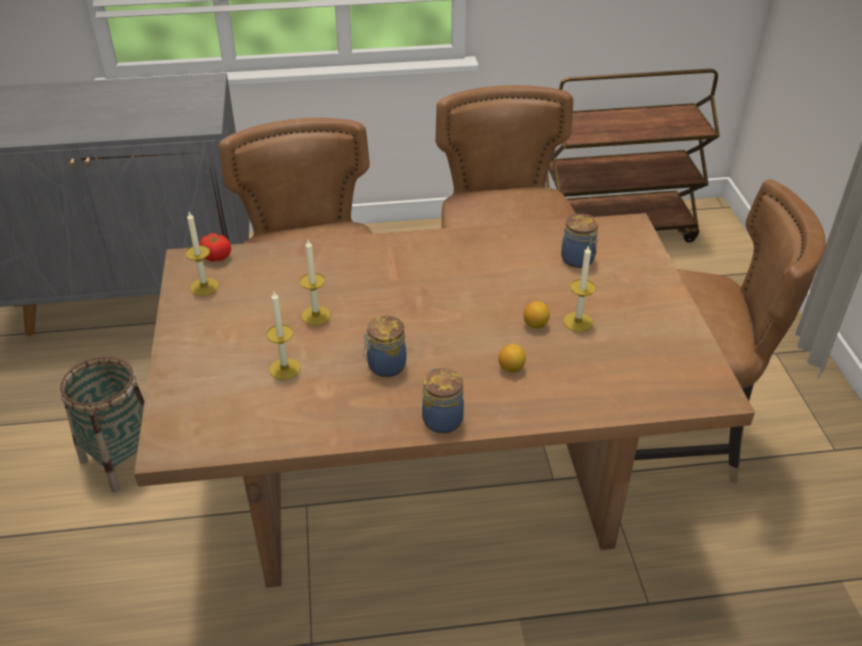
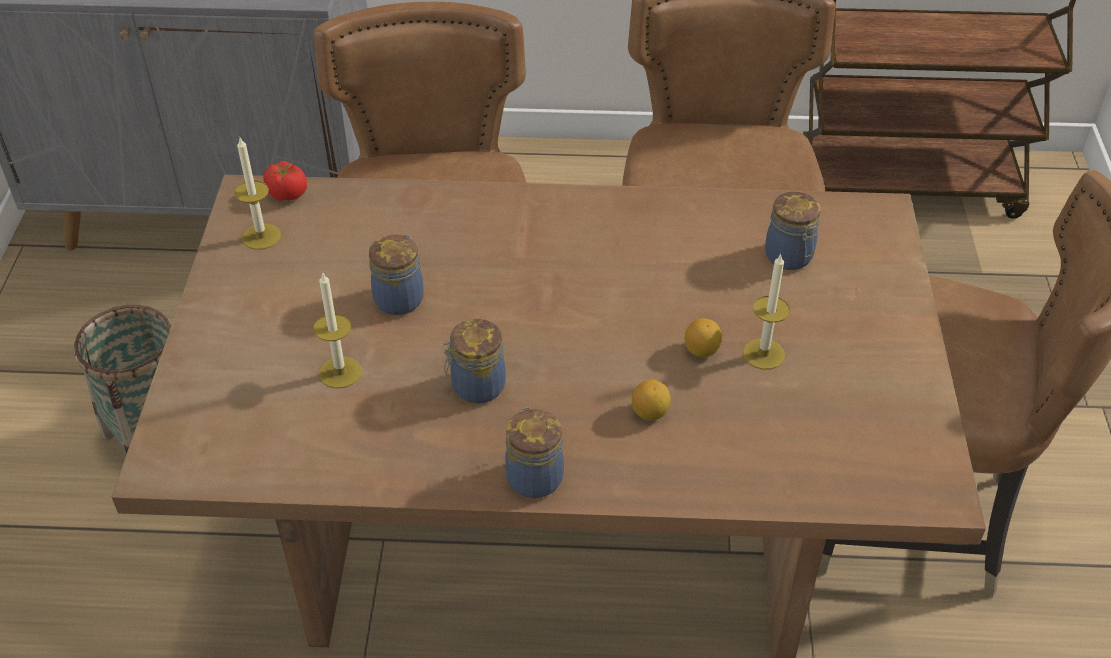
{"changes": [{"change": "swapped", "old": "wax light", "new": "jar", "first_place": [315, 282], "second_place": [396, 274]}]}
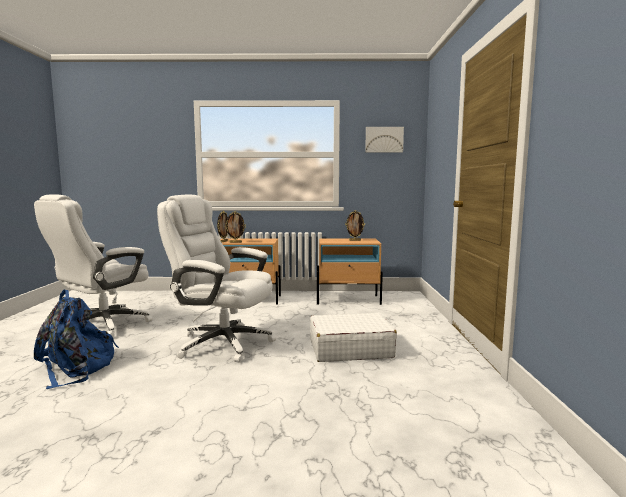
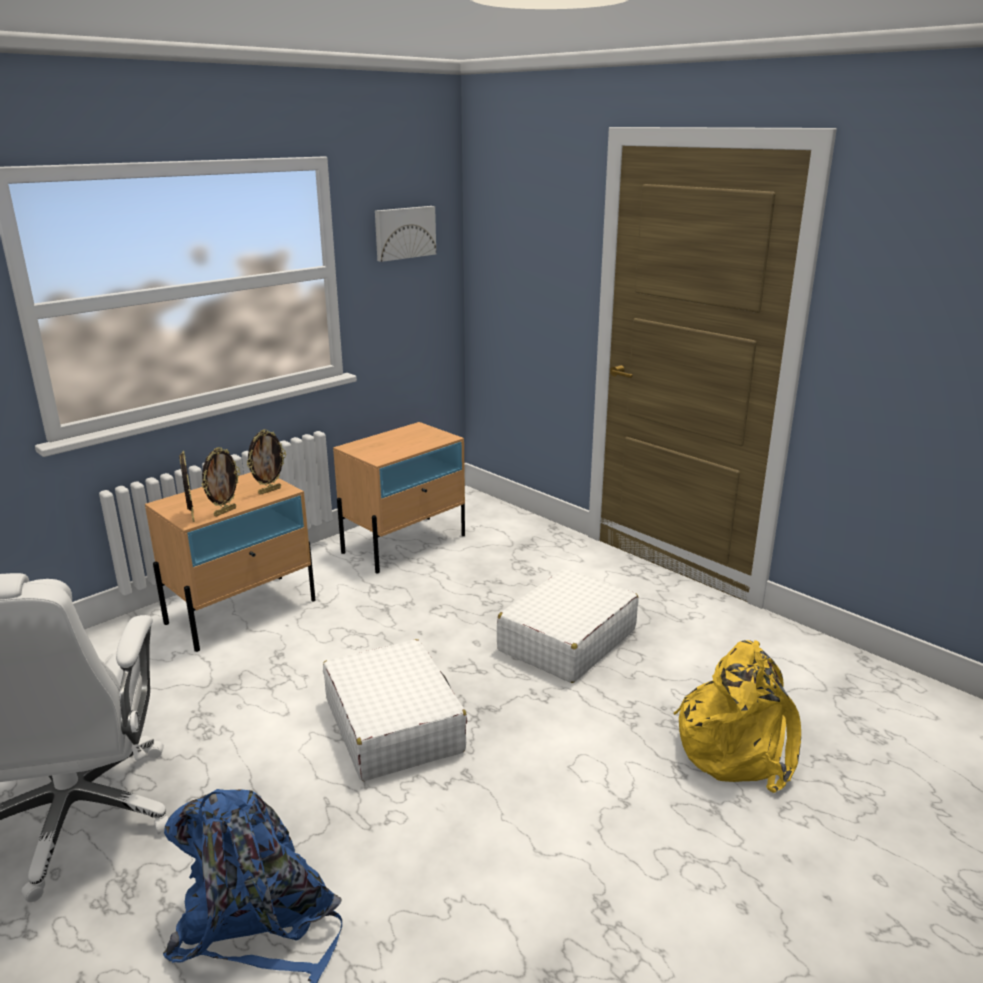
{"changes": [{"change": "swapped", "old": "office chair in whitish", "new": "suitcase in whitish", "first_place": [216, 279], "second_place": [395, 710]}, {"change": "shifted", "old": "picture frame", "first_place": [354, 225], "second_place": [266, 462]}, {"change": "new", "new": "knapsack in yellowish", "second_place": [737, 716]}]}
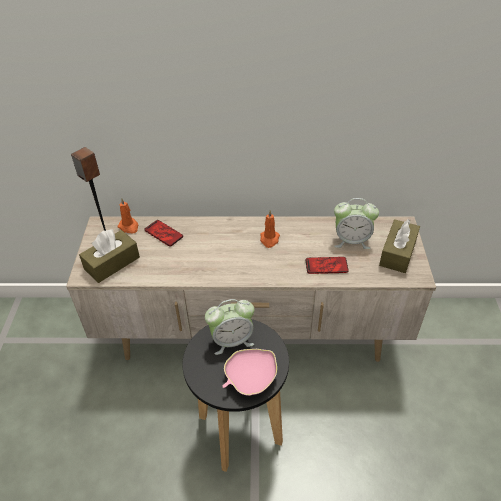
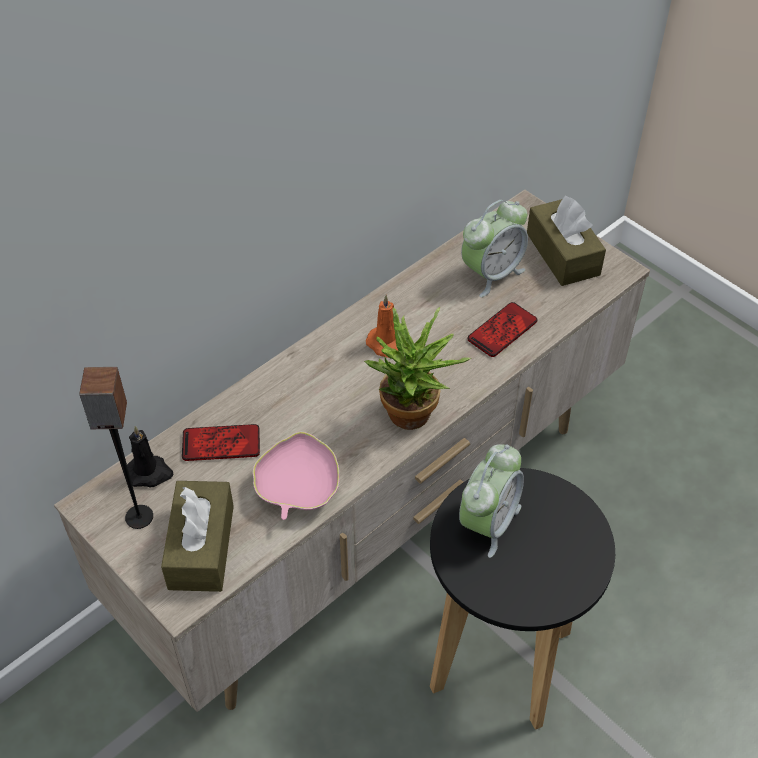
{"changes": [{"change": "repainted", "old": "wax light in orange-coloured", "new": "wax light in black-coloured", "first_place": [128, 216], "second_place": [150, 456]}, {"change": "shifted", "old": "bowl in pinkish", "first_place": [249, 372], "second_place": [296, 475]}, {"change": "new", "new": "potted plant", "second_place": [417, 368]}]}
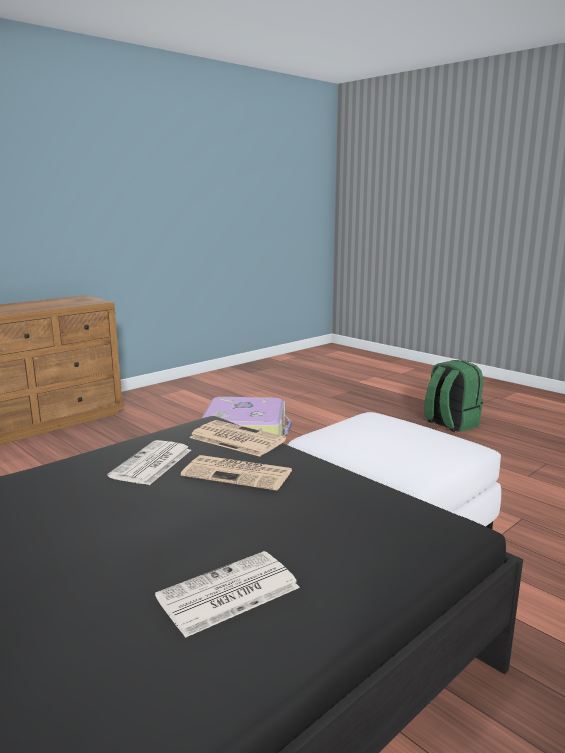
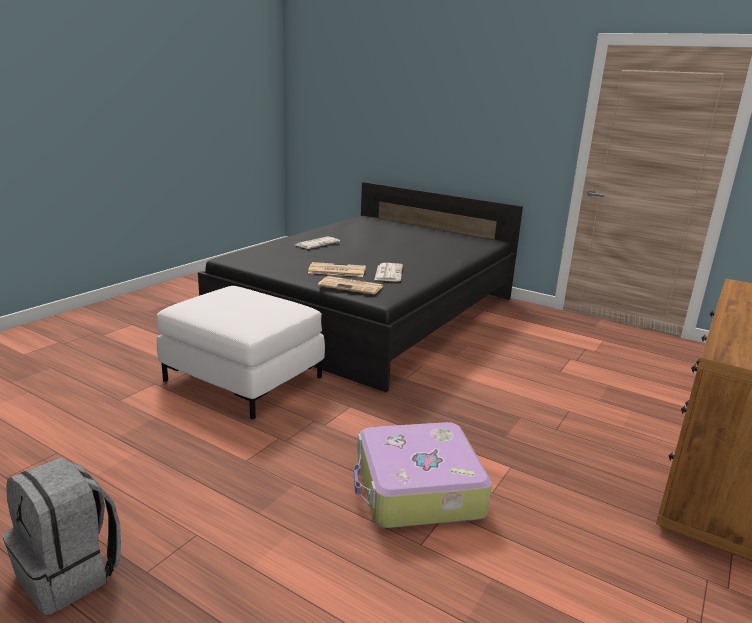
{"changes": [{"change": "repainted", "old": "knapsack in green-coloured", "new": "knapsack in greyish", "first_place": [453, 396], "second_place": [61, 536]}]}
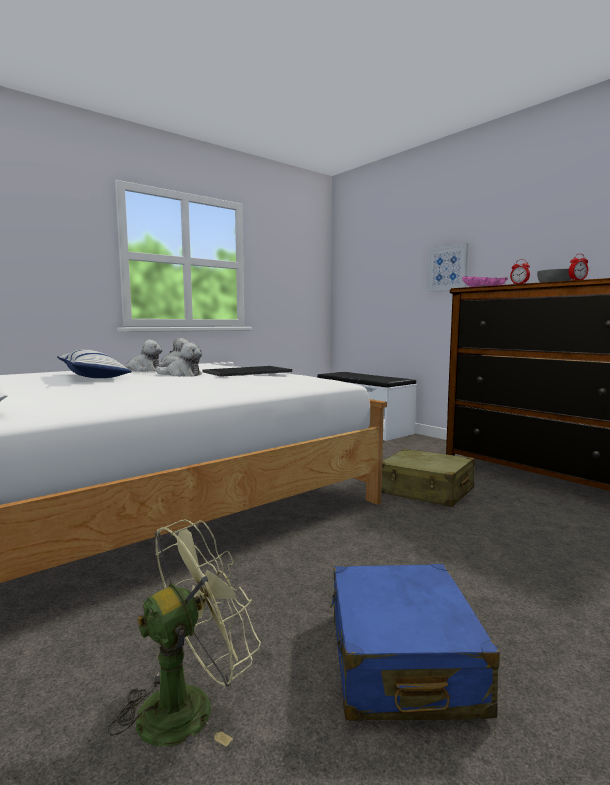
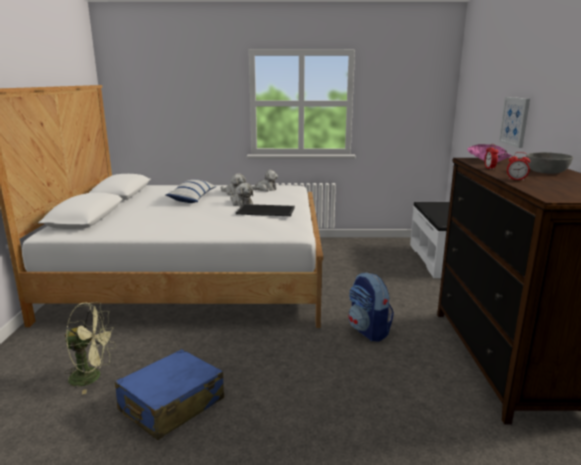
{"changes": [{"change": "swapped", "old": "suitcase in beige", "new": "knapsack", "first_place": [428, 478], "second_place": [371, 307]}]}
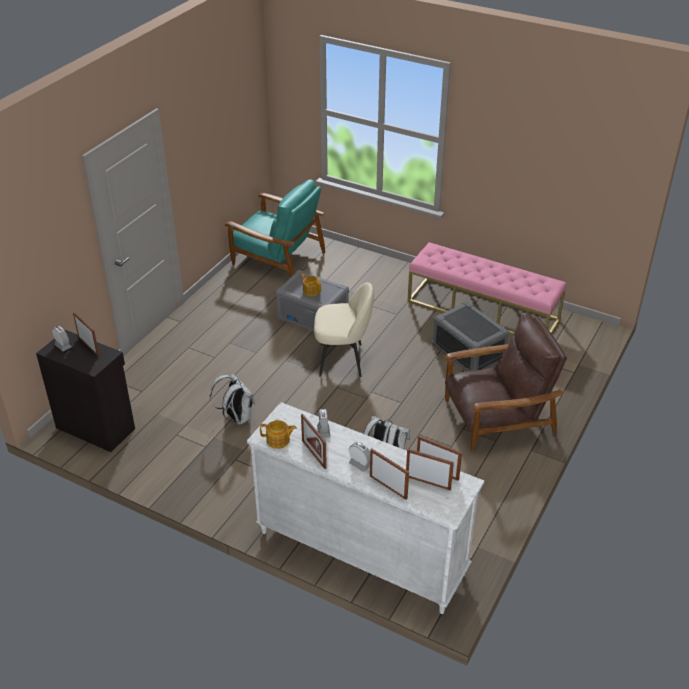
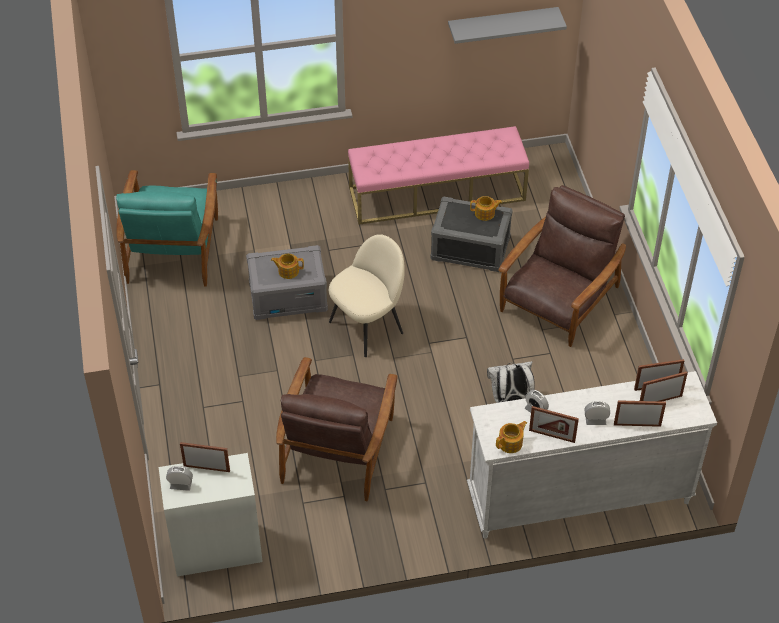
{"changes": [{"change": "repainted", "old": "storage cabinet in black-coloured", "new": "storage cabinet in whitish", "first_place": [85, 391], "second_place": [211, 514]}, {"change": "swapped", "old": "knapsack in whitish", "new": "easy chair in brown-coloured", "first_place": [232, 399], "second_place": [337, 429]}, {"change": "rotated", "old": "easy chair in turquoise", "first_place": [275, 228], "second_place": [167, 228], "degrees": 105}, {"change": "new", "new": "shelf in greyish", "second_place": [507, 25]}, {"change": "new", "new": "tea pot", "second_place": [486, 208]}]}
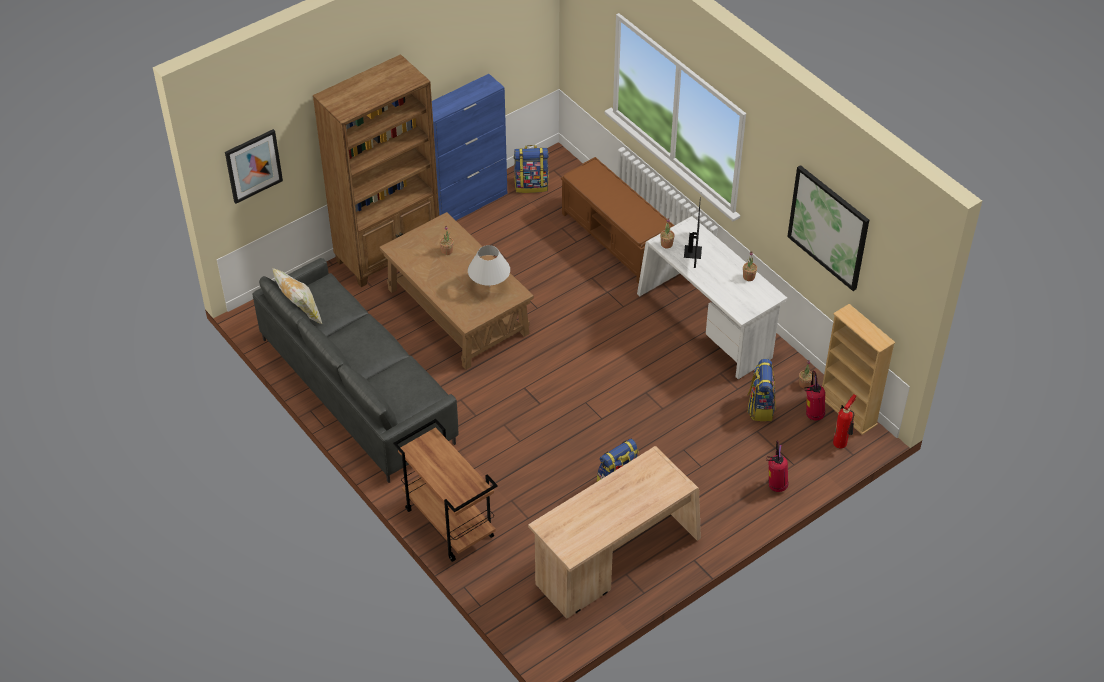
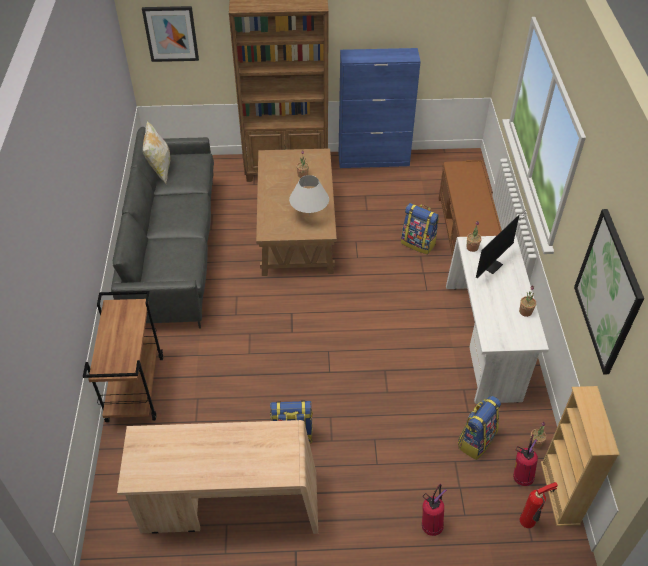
{"changes": [{"change": "shifted", "old": "knapsack", "first_place": [531, 169], "second_place": [420, 229]}]}
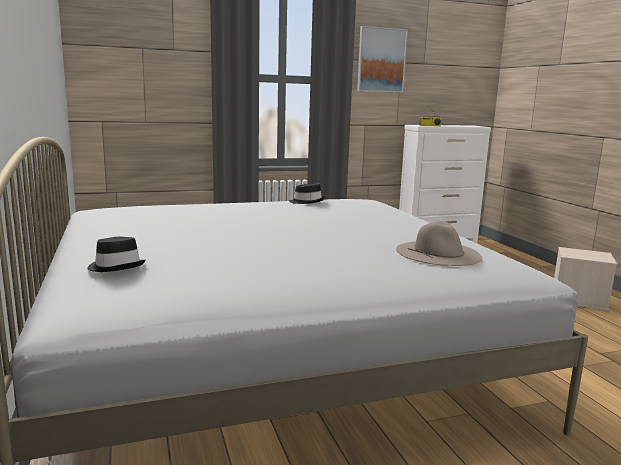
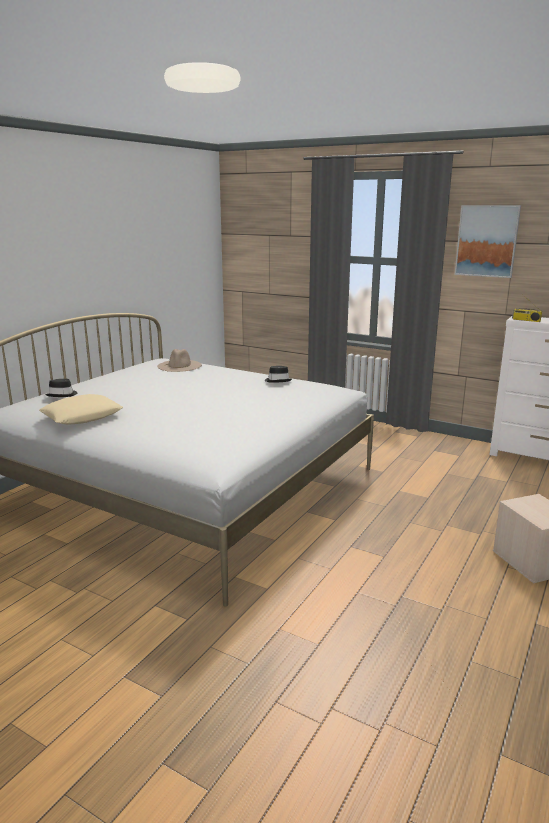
{"changes": [{"change": "shifted", "old": "wearable hat in beige", "first_place": [439, 243], "second_place": [179, 360]}, {"change": "new", "new": "throw pillow in beige", "second_place": [81, 409]}]}
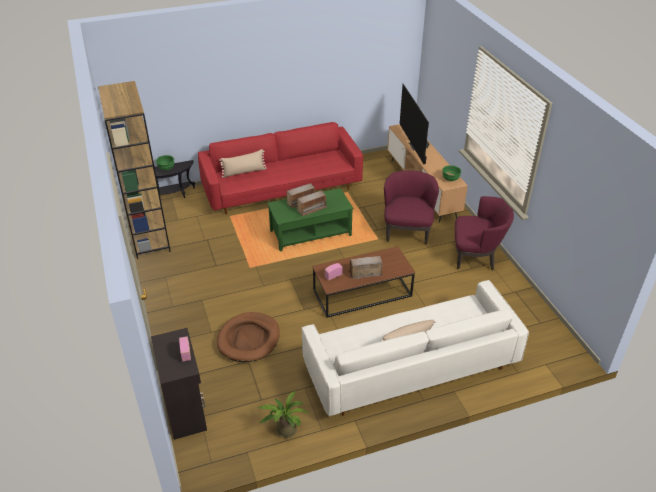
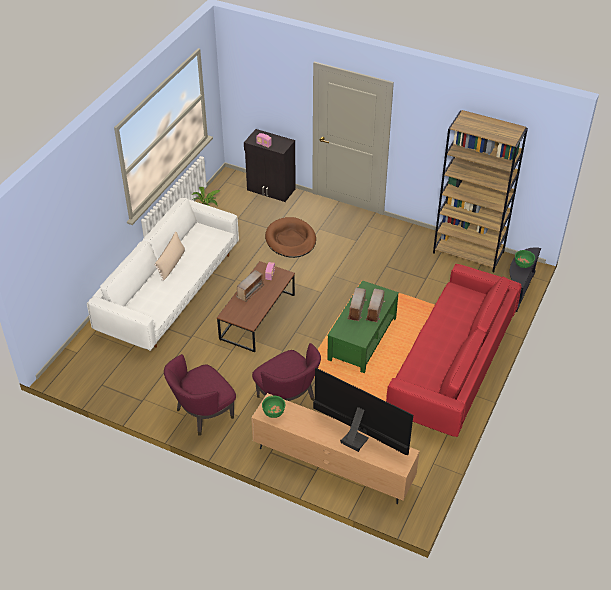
{"changes": [{"change": "gone", "old": "throw pillow in beige", "first_place": [242, 163]}]}
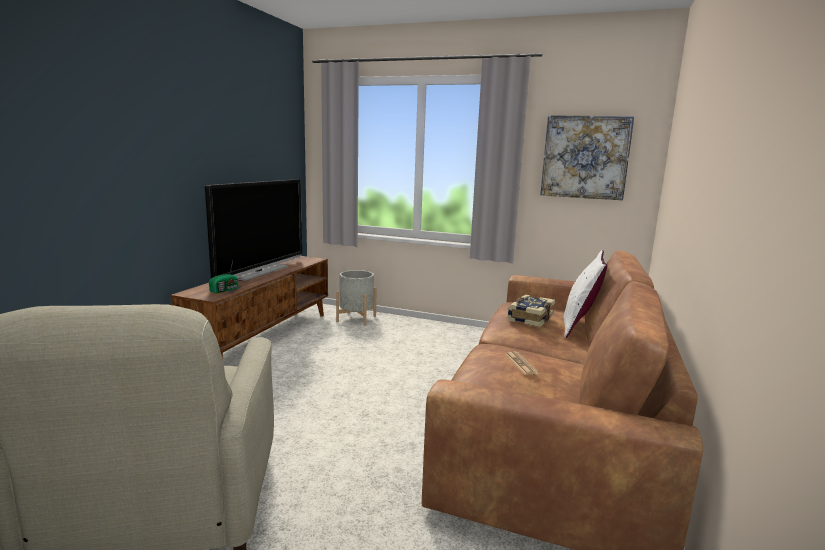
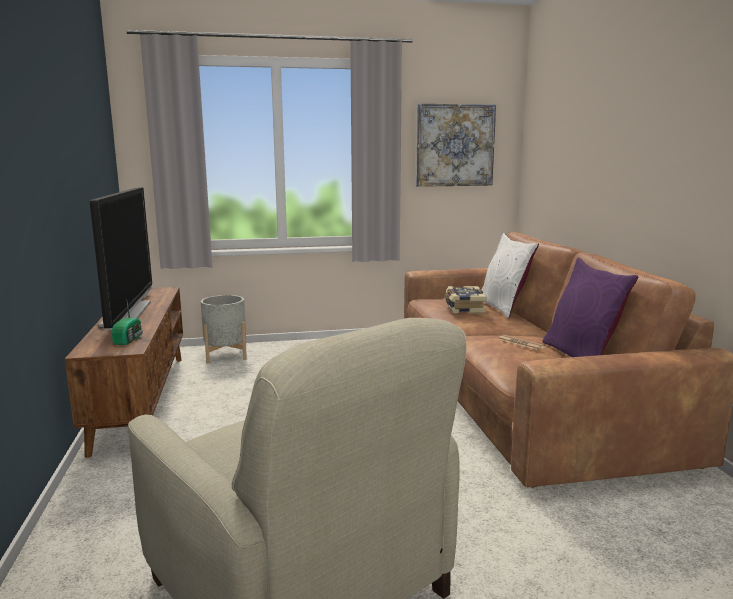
{"changes": [{"change": "new", "new": "throw pillow in purple-coloured", "second_place": [590, 307]}]}
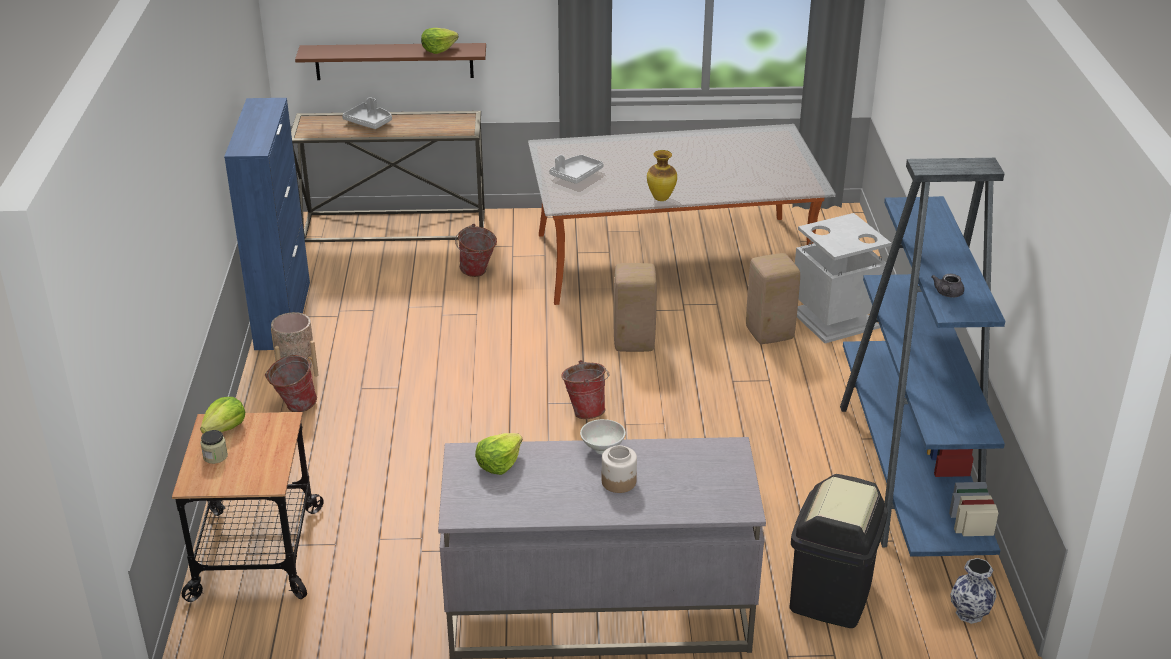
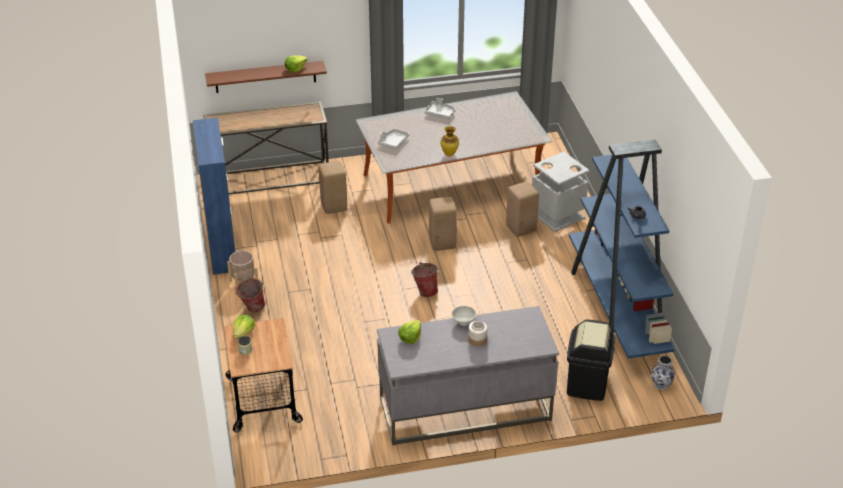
{"changes": [{"change": "shifted", "old": "carrying tray in greyish", "first_place": [367, 113], "second_place": [440, 108]}, {"change": "swapped", "old": "pail", "new": "sitting stool in beige", "first_place": [476, 250], "second_place": [333, 187]}]}
